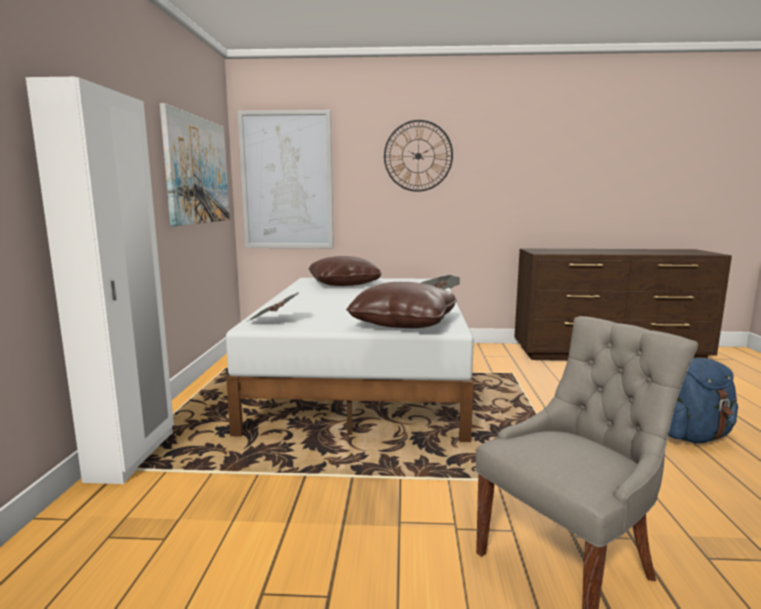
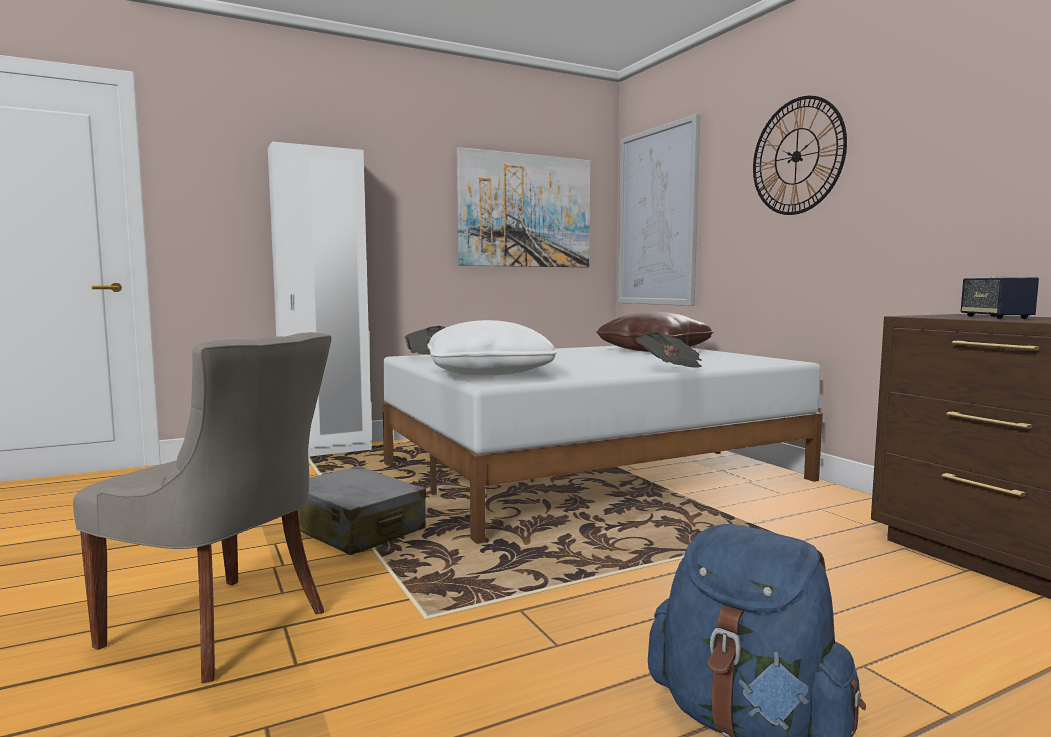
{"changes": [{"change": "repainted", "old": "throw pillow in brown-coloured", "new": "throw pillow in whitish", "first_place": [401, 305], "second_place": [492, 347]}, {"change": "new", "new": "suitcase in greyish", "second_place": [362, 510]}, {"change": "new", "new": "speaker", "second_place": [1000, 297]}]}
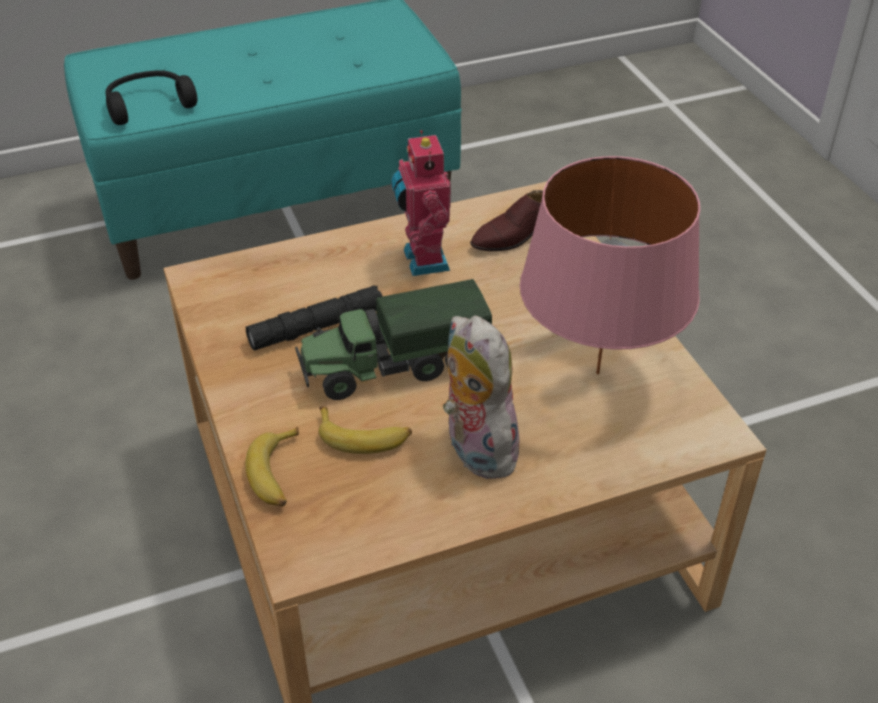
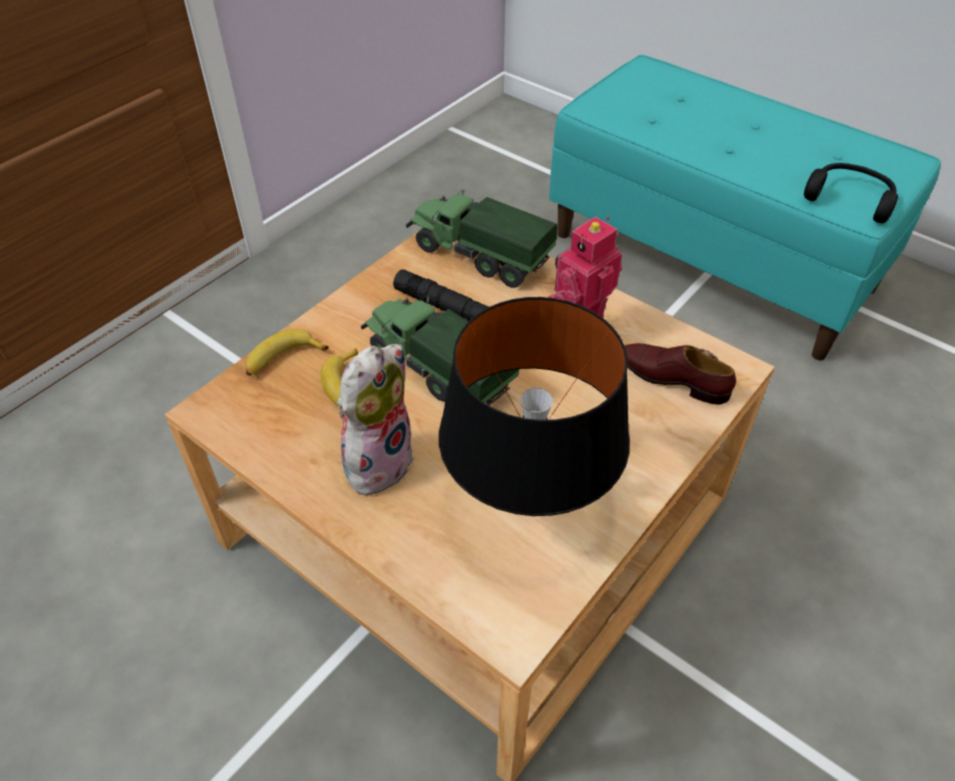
{"changes": [{"change": "shifted", "old": "pair of headphones in black-coloured", "first_place": [151, 97], "second_place": [851, 193]}, {"change": "repainted", "old": "table lamp in pinkish", "new": "table lamp in black-coloured", "first_place": [610, 265], "second_place": [534, 406]}, {"change": "new", "new": "model truck", "second_place": [481, 239]}]}
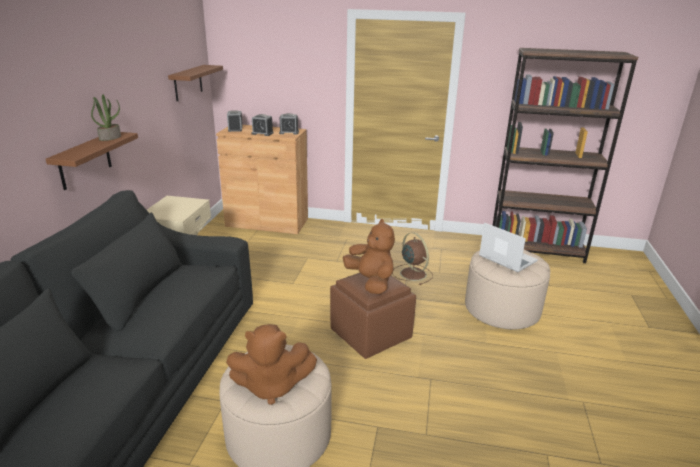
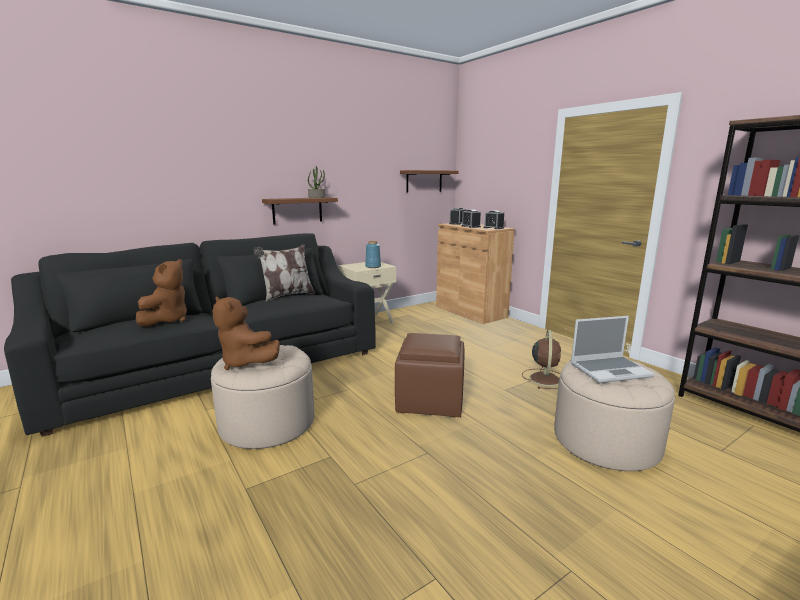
{"changes": [{"change": "shifted", "old": "plush toy in brown-coloured", "first_place": [369, 256], "second_place": [161, 293]}, {"change": "rotated", "old": "portable computer", "first_place": [508, 247], "second_place": [612, 349], "degrees": 75}, {"change": "new", "new": "throw pillow", "second_place": [284, 273]}, {"change": "new", "new": "decorative vase in blue", "second_place": [373, 254]}]}
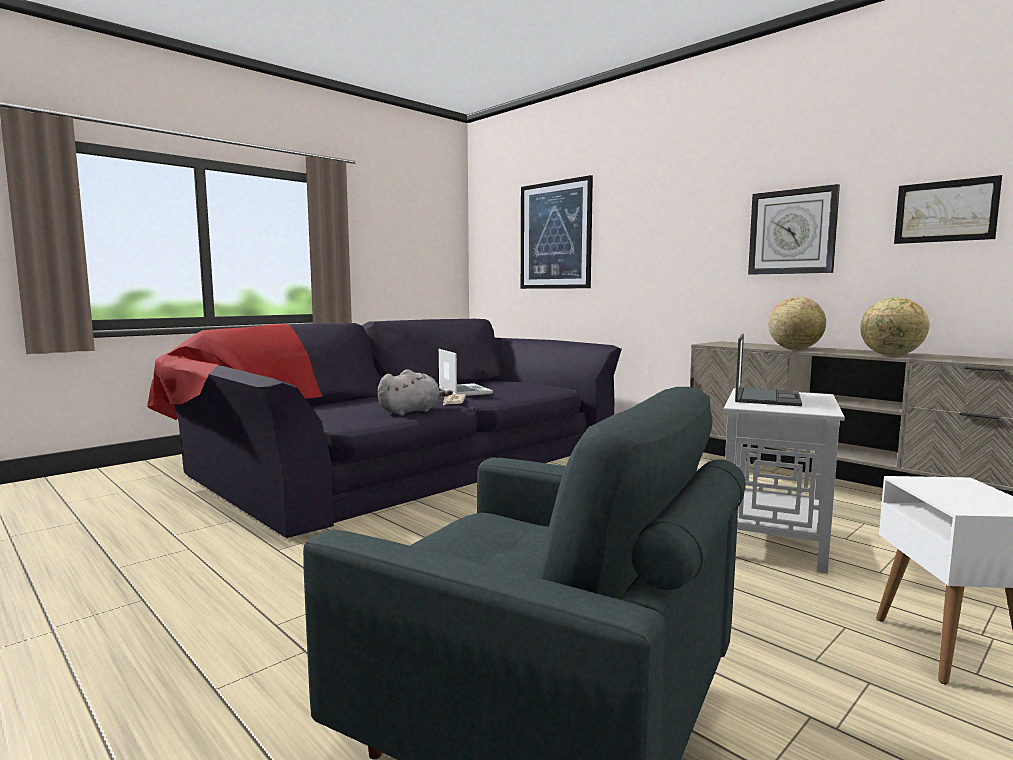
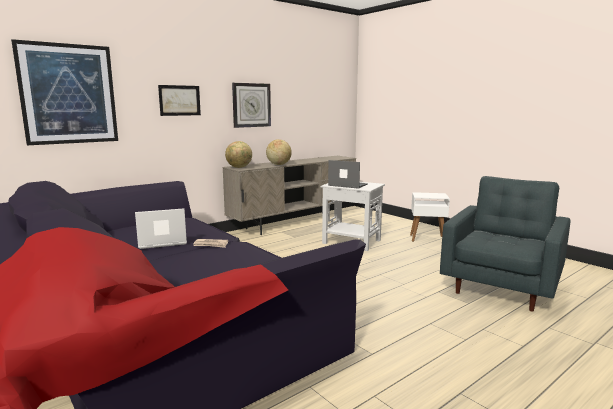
{"changes": [{"change": "gone", "old": "plush toy in greyish", "first_place": [415, 392]}, {"change": "shifted", "old": "world globe", "first_place": [894, 326], "second_place": [238, 154]}, {"change": "shifted", "old": "picture", "first_place": [948, 209], "second_place": [179, 100]}]}
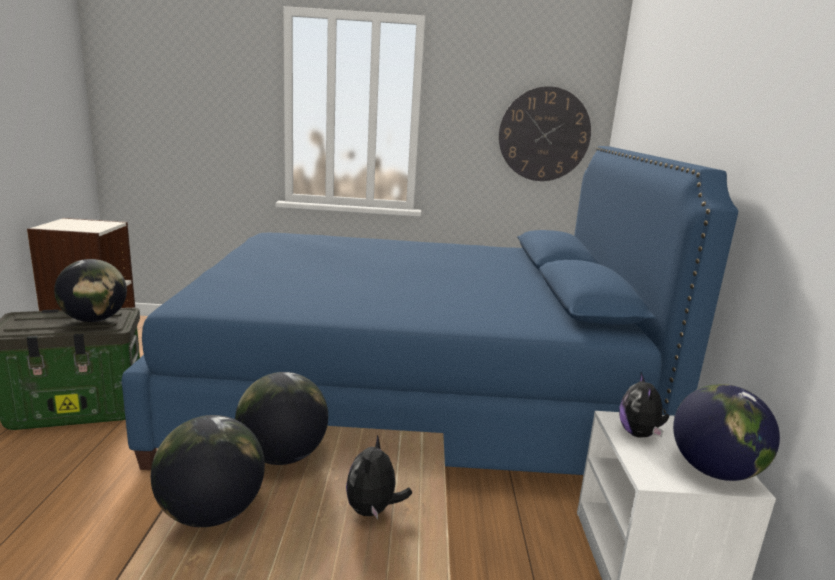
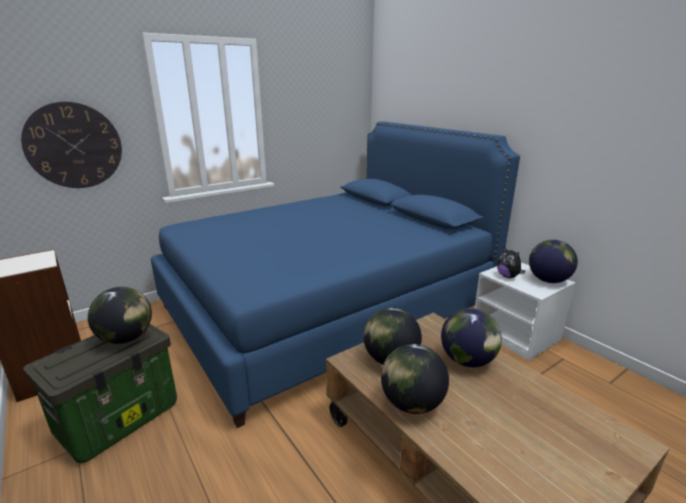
{"changes": [{"change": "swapped", "old": "plush toy", "new": "world globe", "first_place": [379, 477], "second_place": [471, 337]}, {"change": "shifted", "old": "wall clock", "first_place": [545, 133], "second_place": [71, 145]}]}
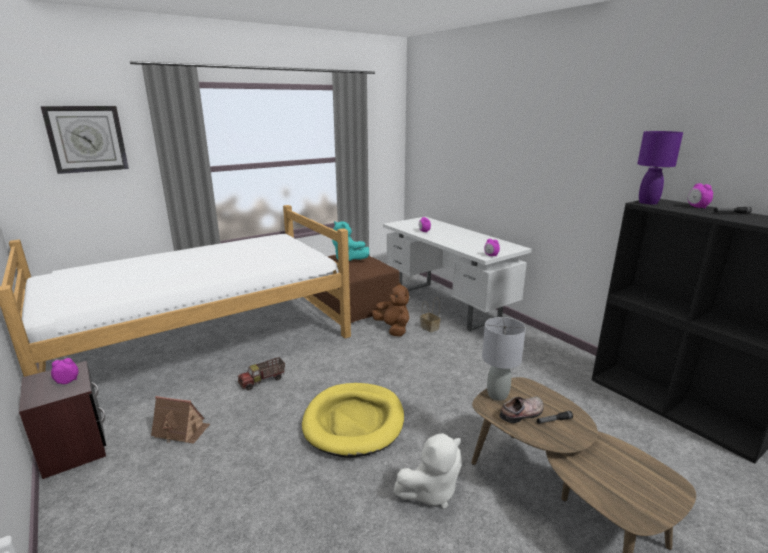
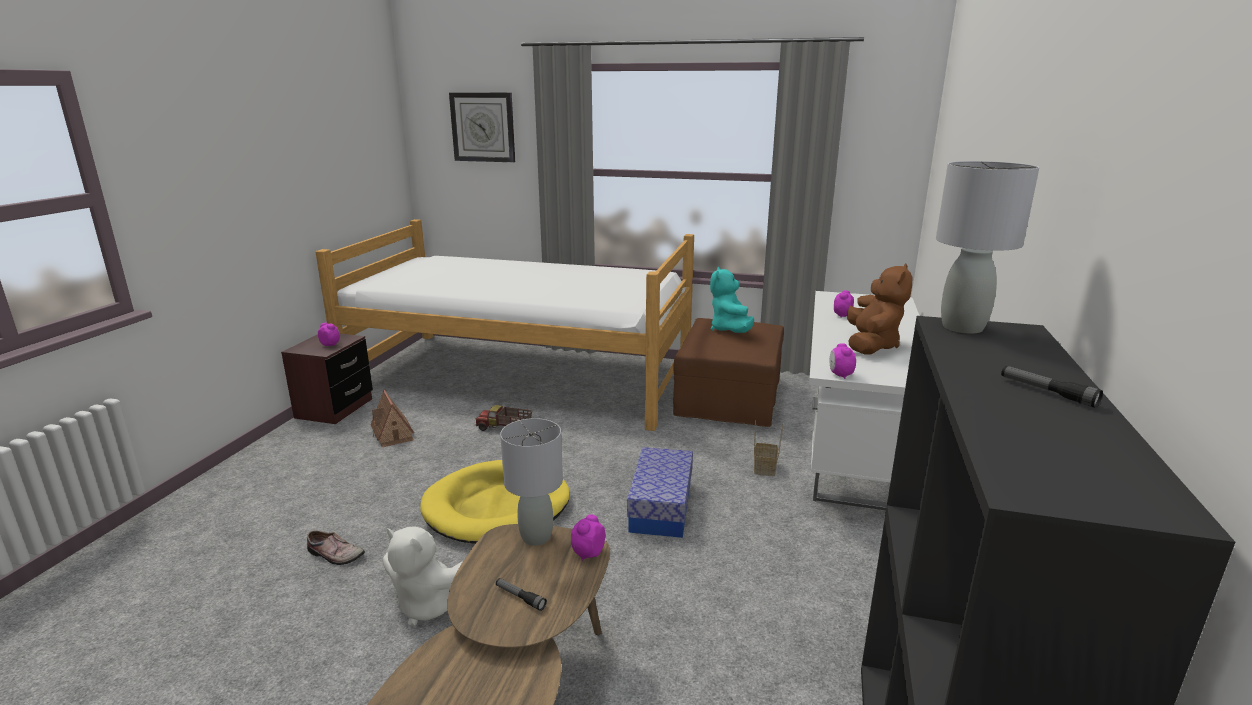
{"changes": [{"change": "shifted", "old": "plush toy in brown-coloured", "first_place": [390, 309], "second_place": [879, 309]}, {"change": "shifted", "old": "shoe", "first_place": [522, 409], "second_place": [336, 547]}, {"change": "repainted", "old": "table lamp in purple-coloured", "new": "table lamp in greyish", "first_place": [660, 168], "second_place": [987, 247]}, {"change": "shifted", "old": "bedside clock", "first_place": [700, 195], "second_place": [588, 537]}, {"change": "new", "new": "storage container", "second_place": [660, 492]}]}
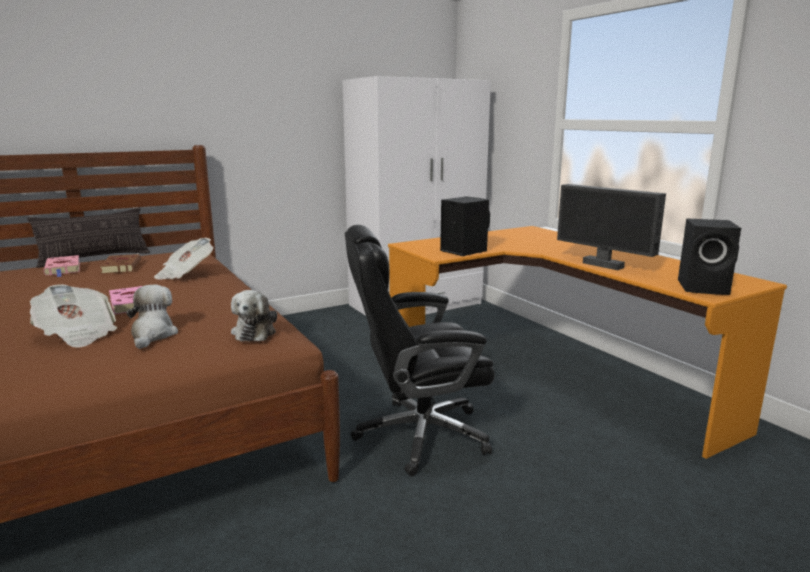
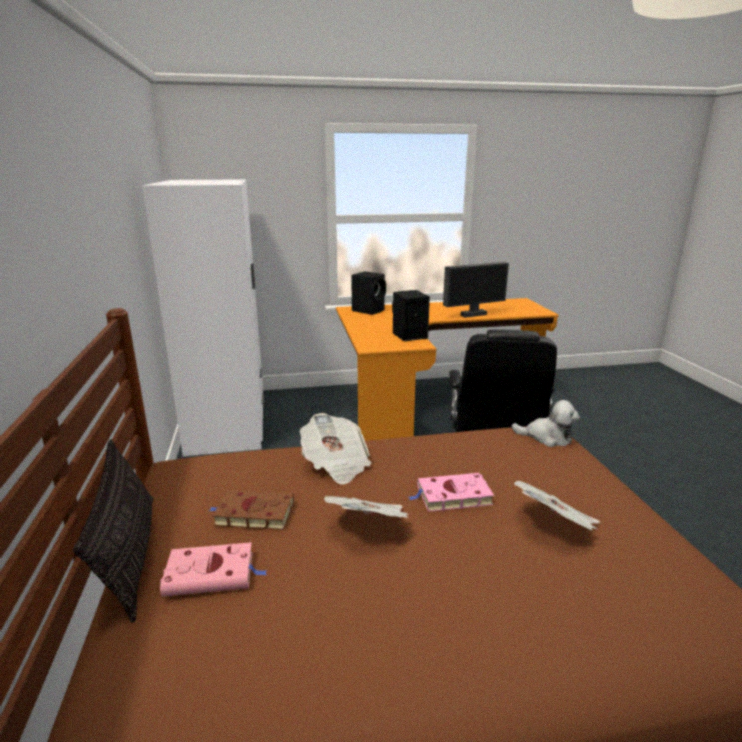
{"changes": [{"change": "gone", "old": "plush toy", "first_place": [152, 317]}, {"change": "shifted", "old": "speaker in black-coloured", "first_place": [709, 256], "second_place": [368, 293]}, {"change": "new", "new": "daily paper", "second_place": [366, 507]}]}
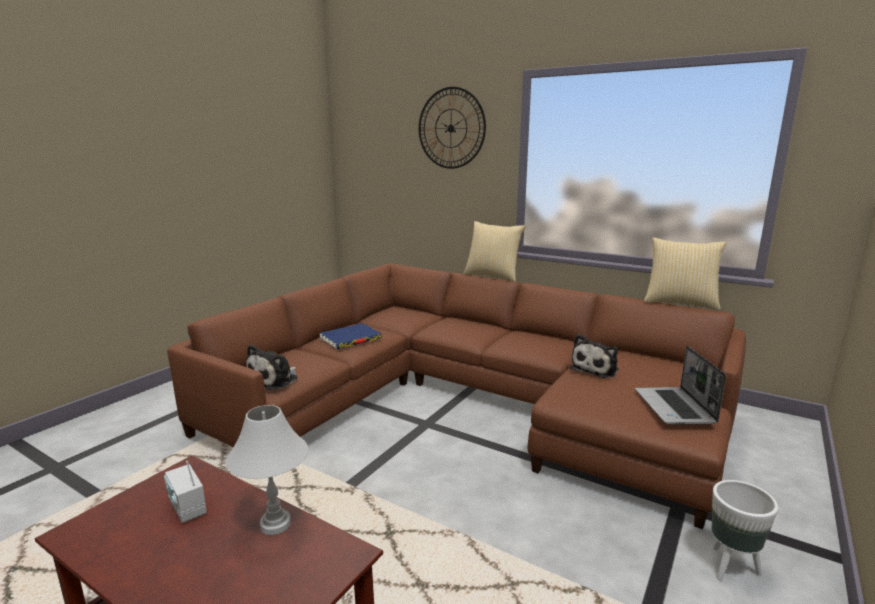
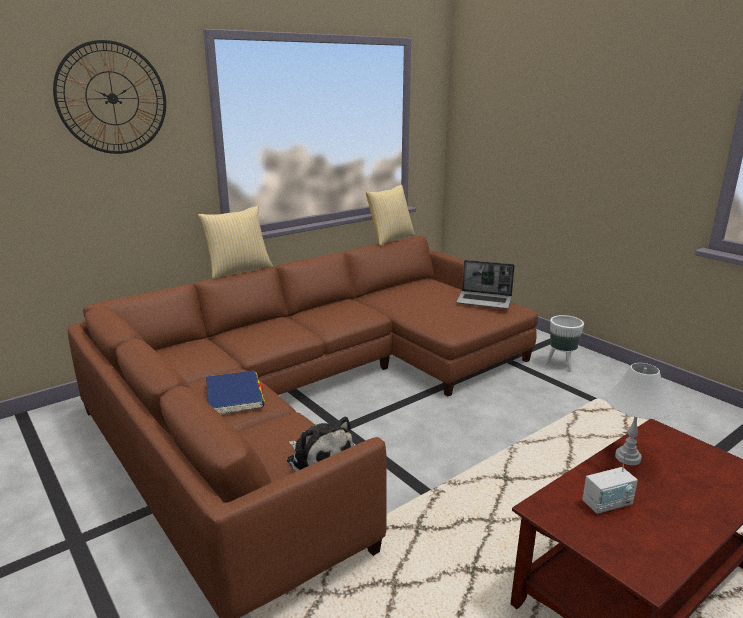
{"changes": [{"change": "gone", "old": "plush toy", "first_place": [594, 356]}]}
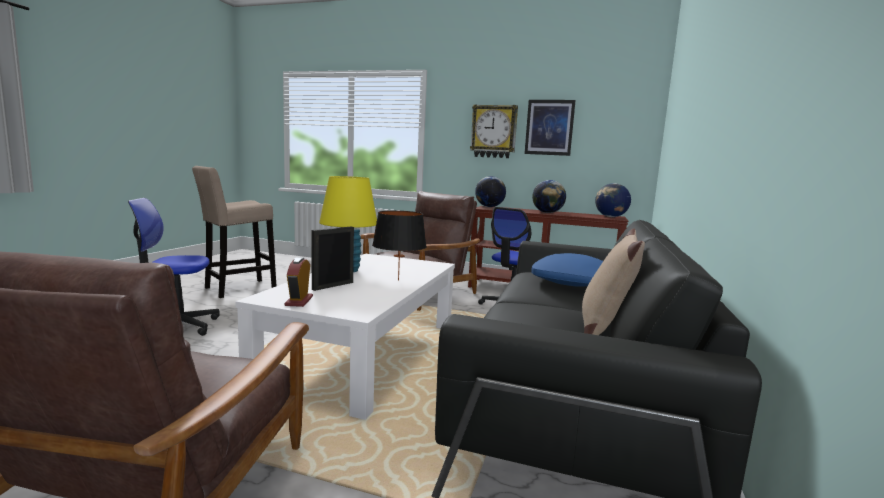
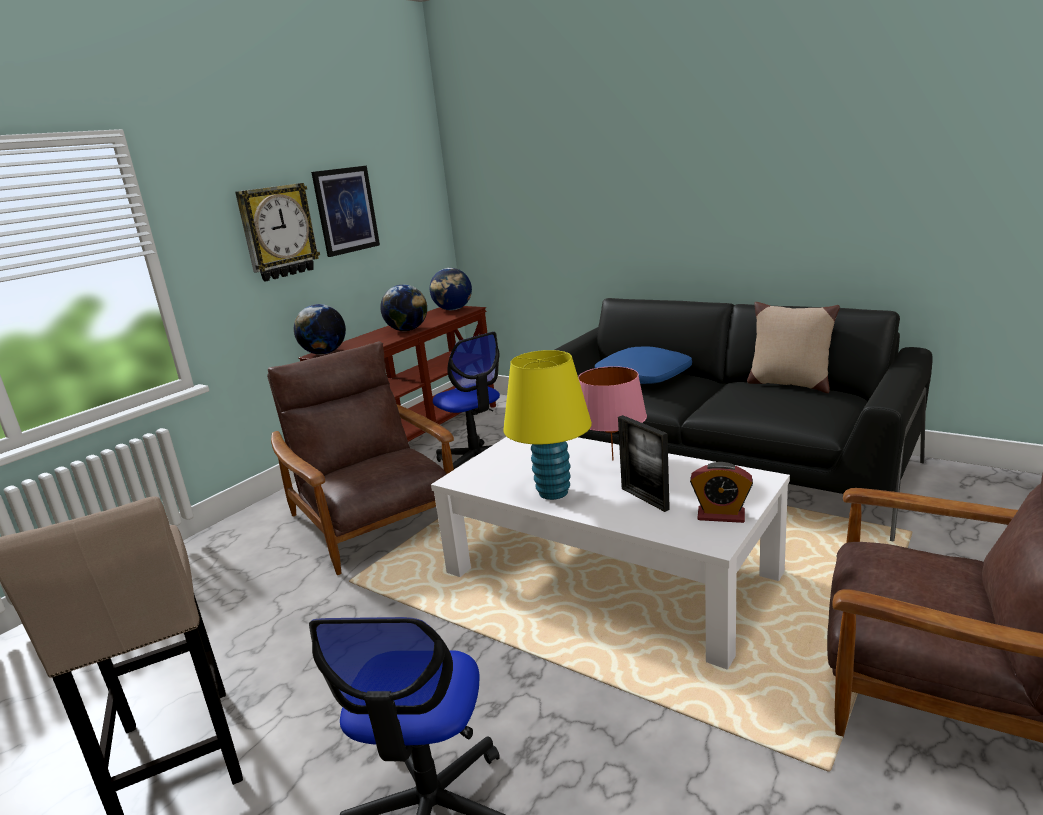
{"changes": [{"change": "repainted", "old": "table lamp in black-coloured", "new": "table lamp in pinkish", "first_place": [399, 245], "second_place": [612, 413]}]}
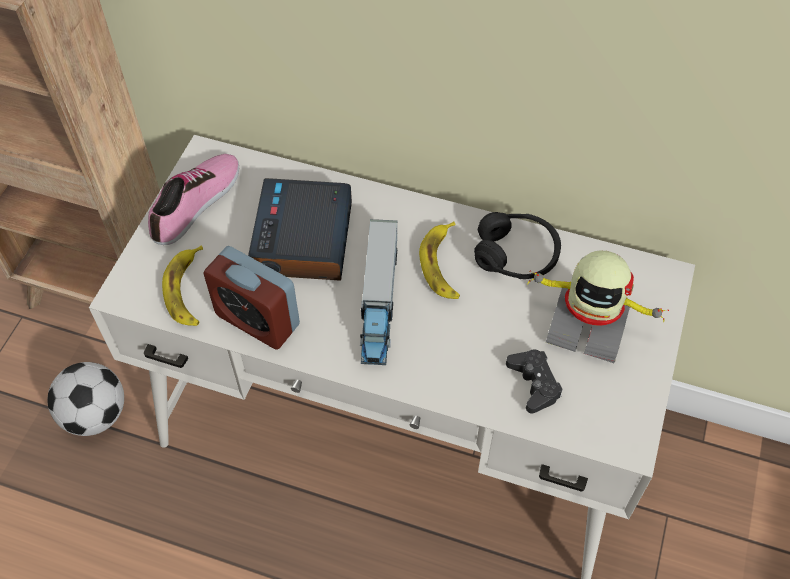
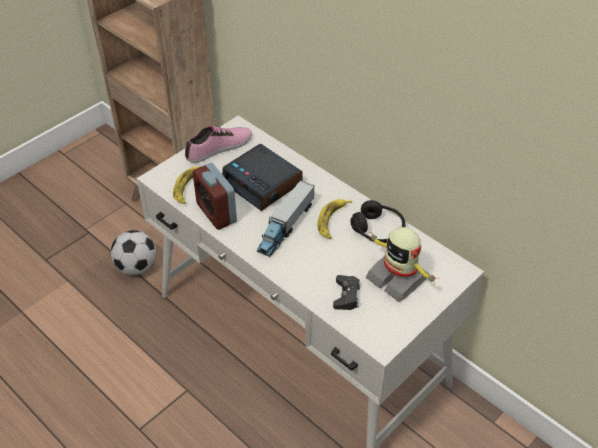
{"changes": [{"change": "rotated", "old": "bedside clock", "first_place": [300, 229], "second_place": [262, 177], "degrees": -75}]}
